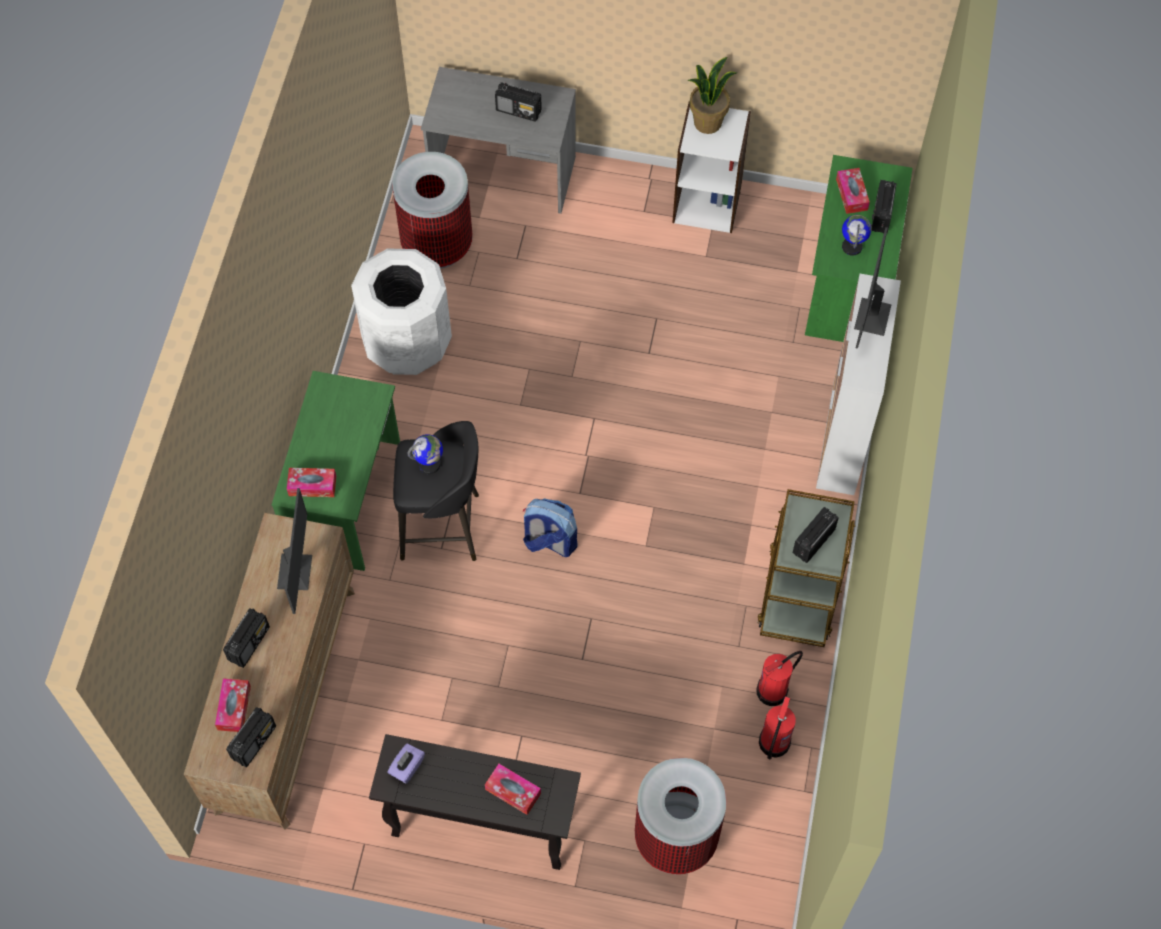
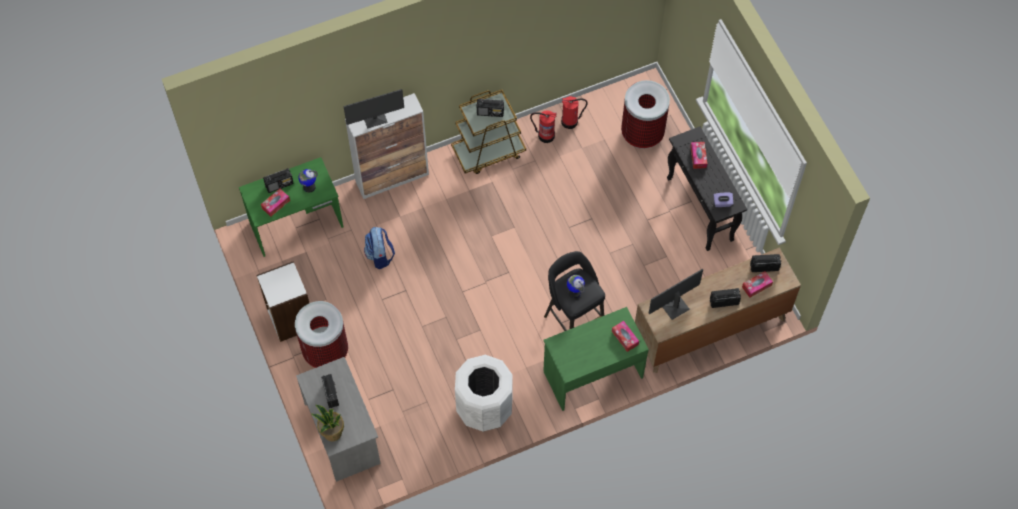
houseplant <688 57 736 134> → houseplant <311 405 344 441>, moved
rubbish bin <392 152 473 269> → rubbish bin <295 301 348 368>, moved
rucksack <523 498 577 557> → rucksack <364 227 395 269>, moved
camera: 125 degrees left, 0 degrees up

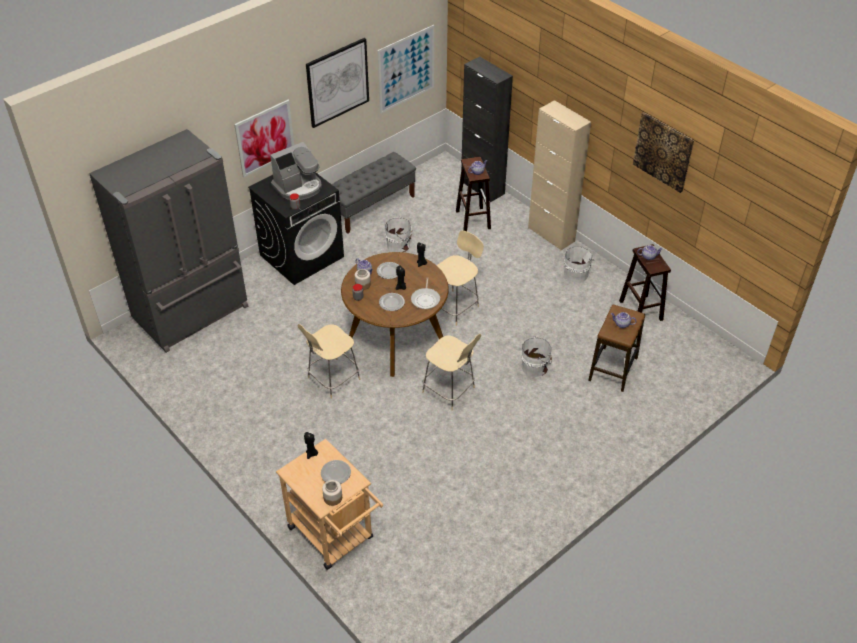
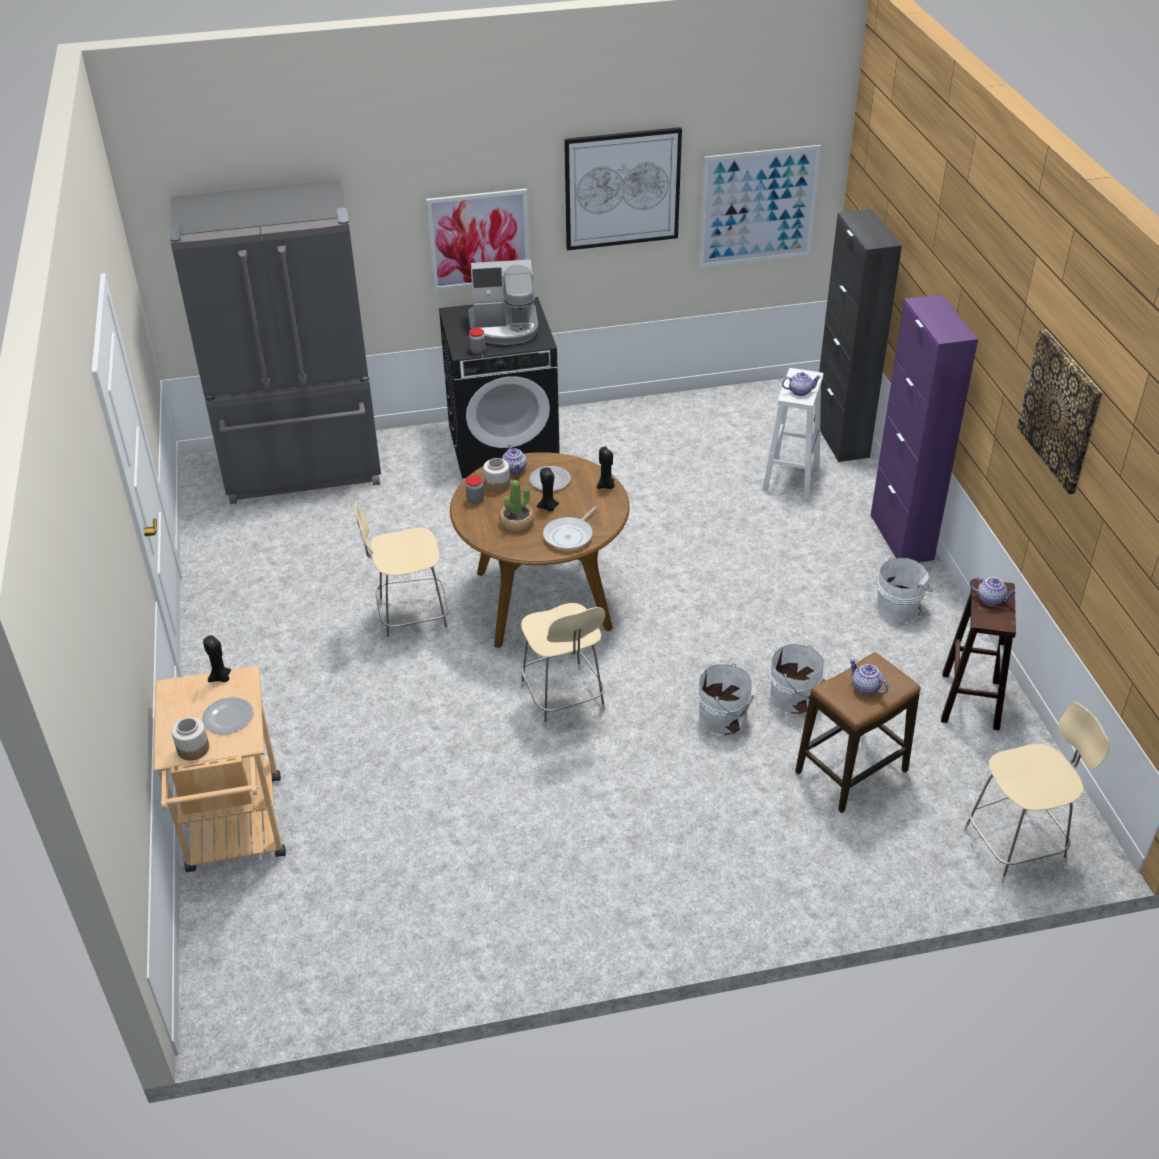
beige storage cabinet <528 100 591 250> → purple-coloured storage cabinet <870 294 978 562>
grey bench <332 152 416 234> → -
brown-coloured stool <456 157 491 231> → whitish stool <762 368 823 498>
whitish pail <385 217 412 252> → whitish pail <770 644 827 714>, moved
beige plain chair <436 230 484 326> → beige plain chair <964 702 1110 884>, moved
dinner plate <379 293 405 311> → houseplant <499 480 534 532>
camera: 30 degrees right, 5 degrees down

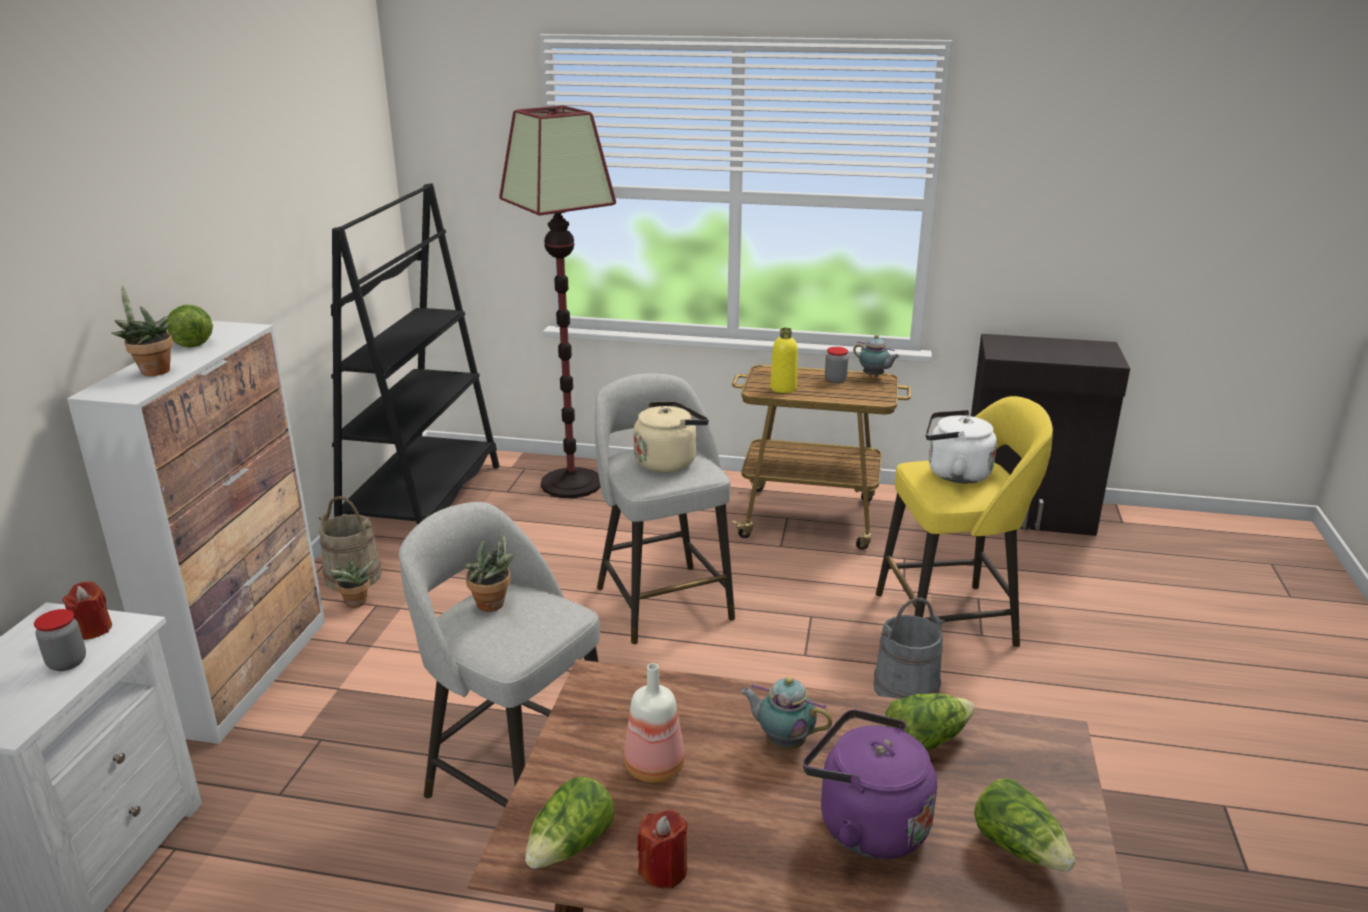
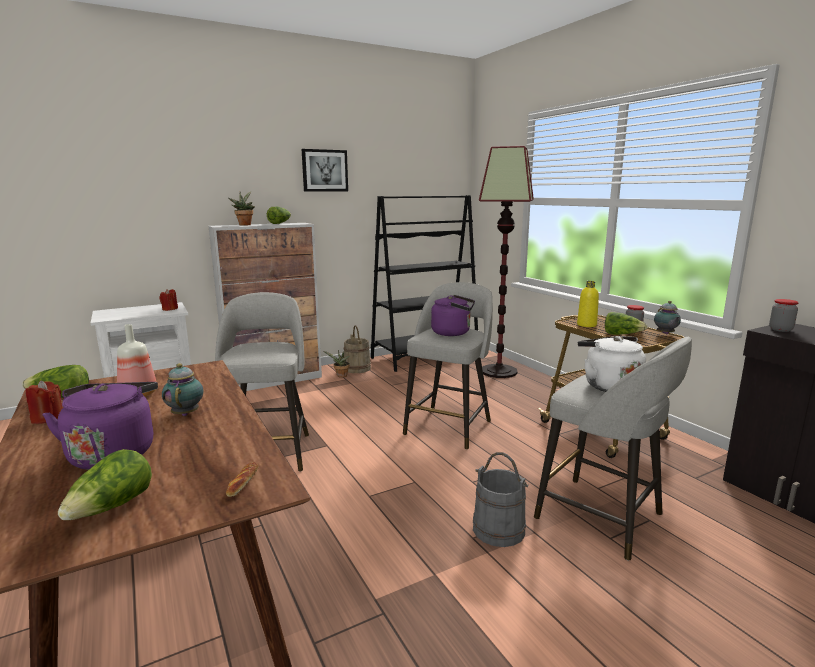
yellow stool <876 396 1053 647> → grey stool <534 337 692 561>
beige tea kettle <633 401 709 473> → purple-coloured tea kettle <431 295 475 336>
houseplant <464 533 515 612> → -
preserve jar <34 609 86 671> → preserve jar <769 299 799 332>, moved
lettuce head <885 693 975 751> → lettuce head <605 312 647 335>, moved
- → wall picture <302 149 348 192>
- → bakery bread <226 462 259 497>
camera: 50 degrees right, 10 degrees down

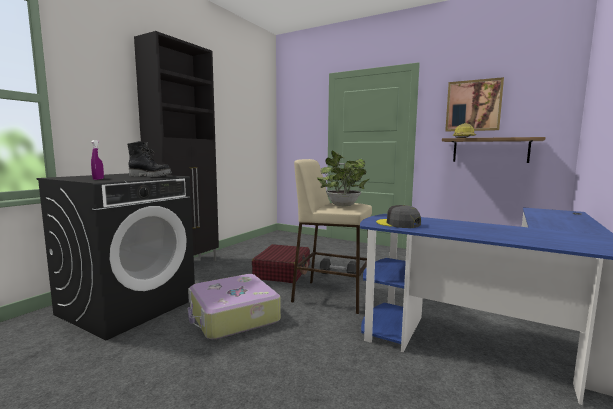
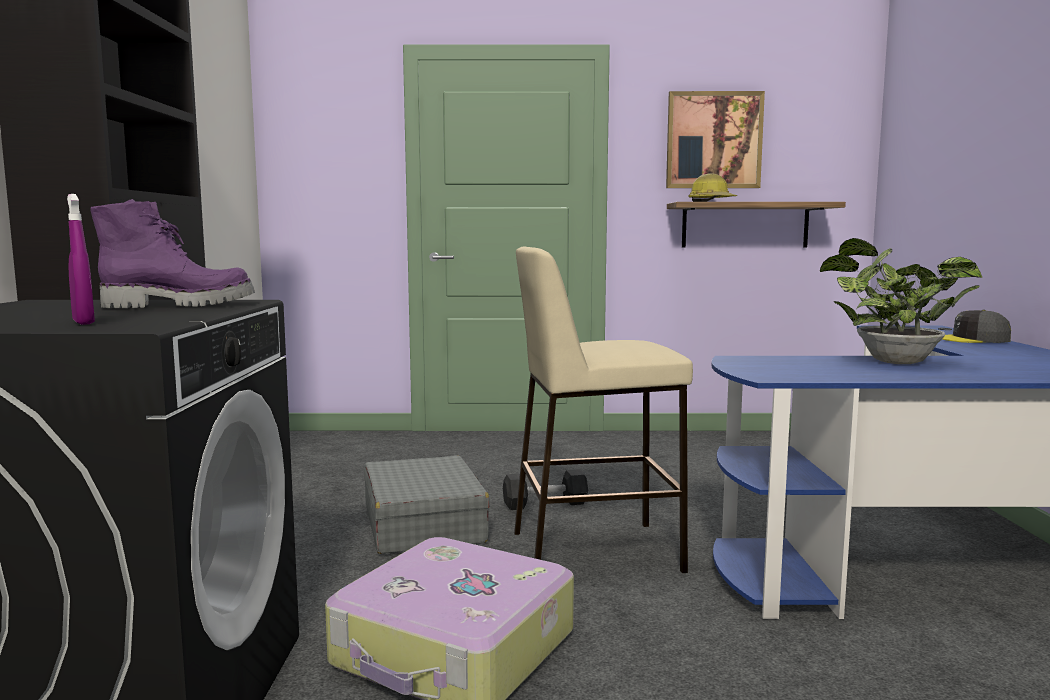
black tall boot <127 141 172 177> → purple-coloured tall boot <90 199 255 308>
houseplant <317 151 369 206> → houseplant <820 238 982 364>, moved
grey peaked cap <376 205 421 228> → grey peaked cap <942 310 1011 343>, moved
reddish travel case <252 244 310 283> → grey travel case <364 455 490 554>
camera: 30 degrees left, 0 degrees up

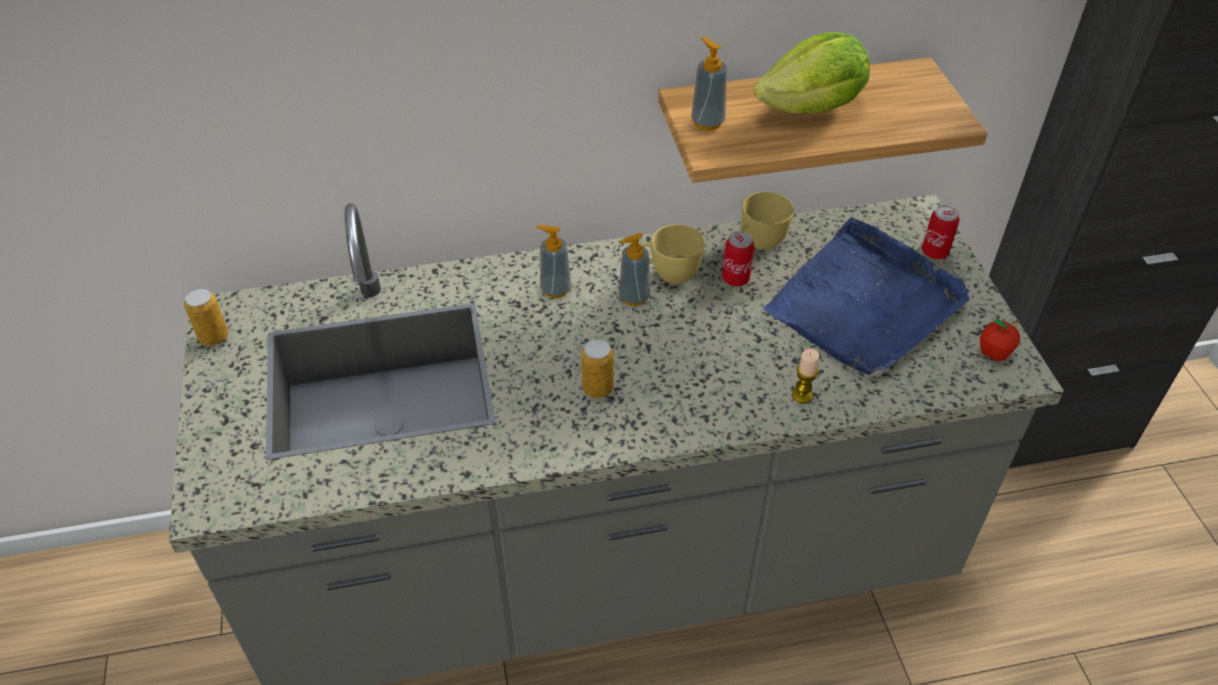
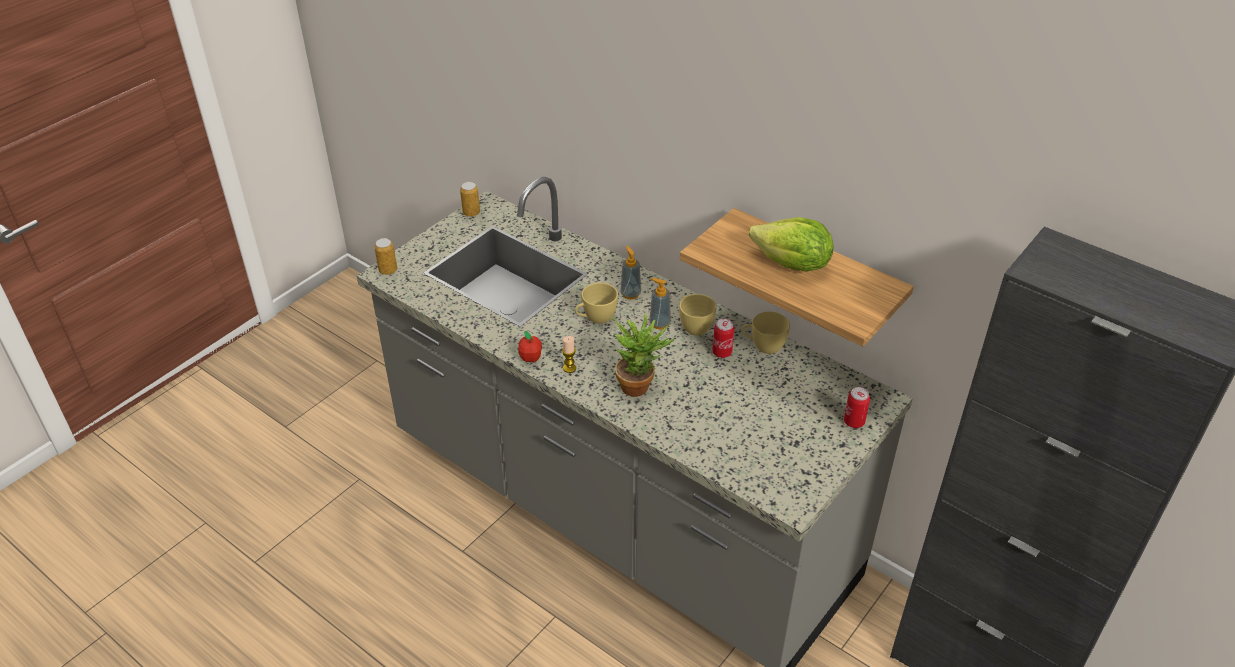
soap dispenser <691 37 727 130> → -
blue-coloured tray <763 218 969 375> → -
apple fruit <980 320 1020 361> → apple fruit <518 331 542 362>, moved
can <581 339 614 398> → can <374 238 397 275>, moved
wax light <792 349 819 404> → wax light <562 336 576 373>, moved
- → yellow cup <575 283 618 324>
- → houseplant <611 313 674 397>
camera: 50 degrees right, 5 degrees down

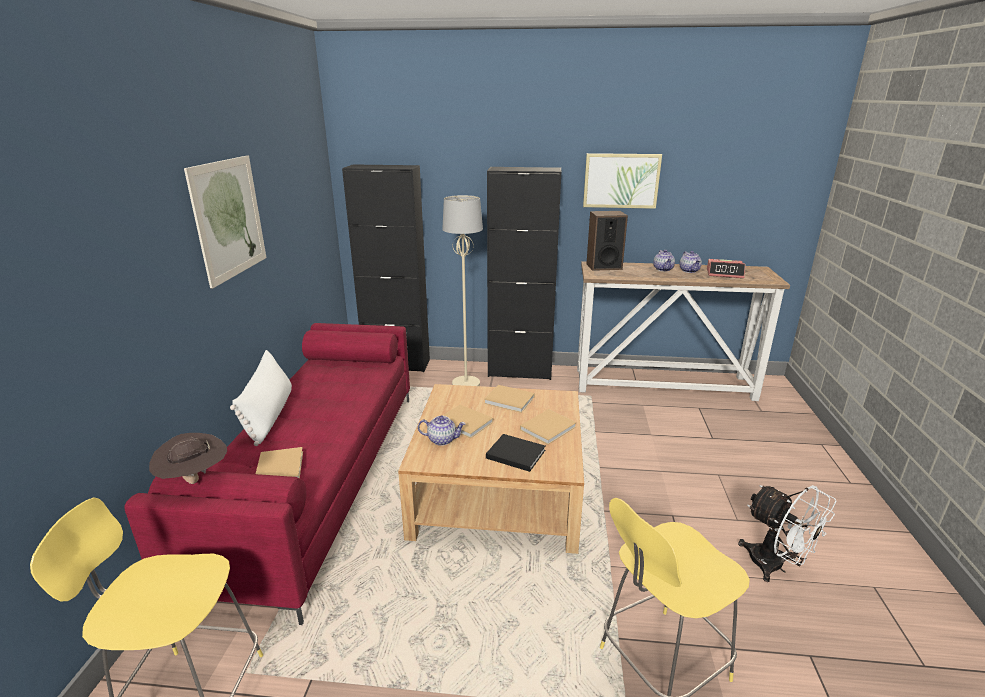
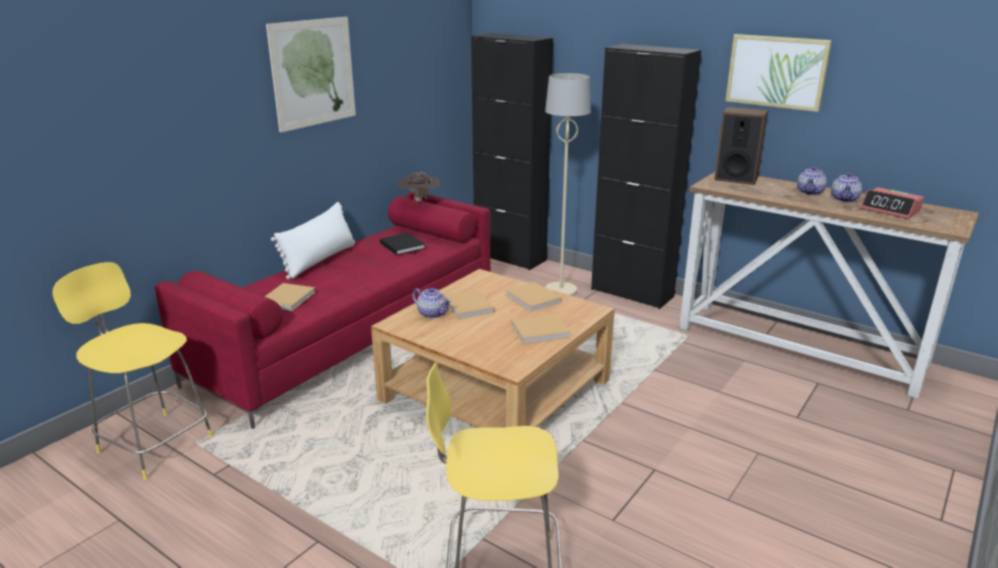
brown-coloured wearable hat <149 433 227 484> → brown-coloured wearable hat <397 172 441 202>, moved
black bound book <486 434 545 472> → black bound book <380 233 425 255>, moved
whitish fan <738 485 836 582> → -
camera: 30 degrees right, 0 degrees up

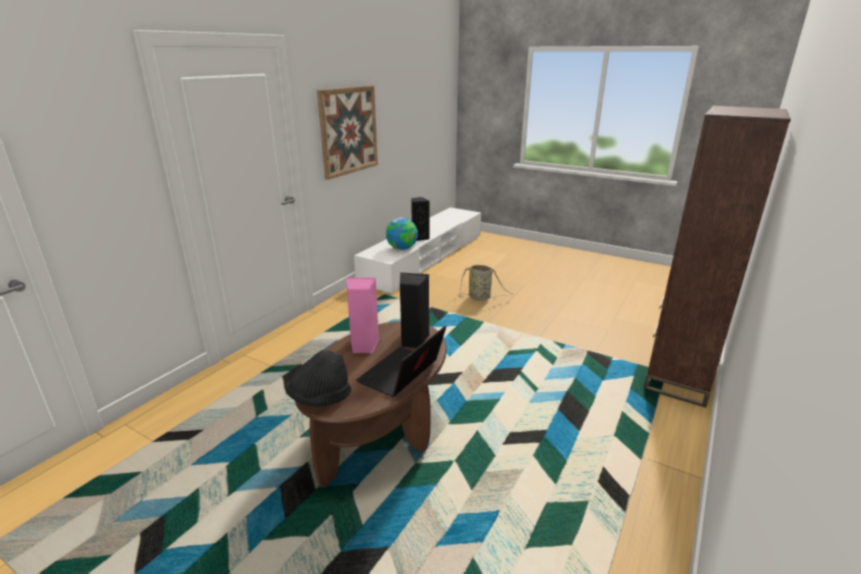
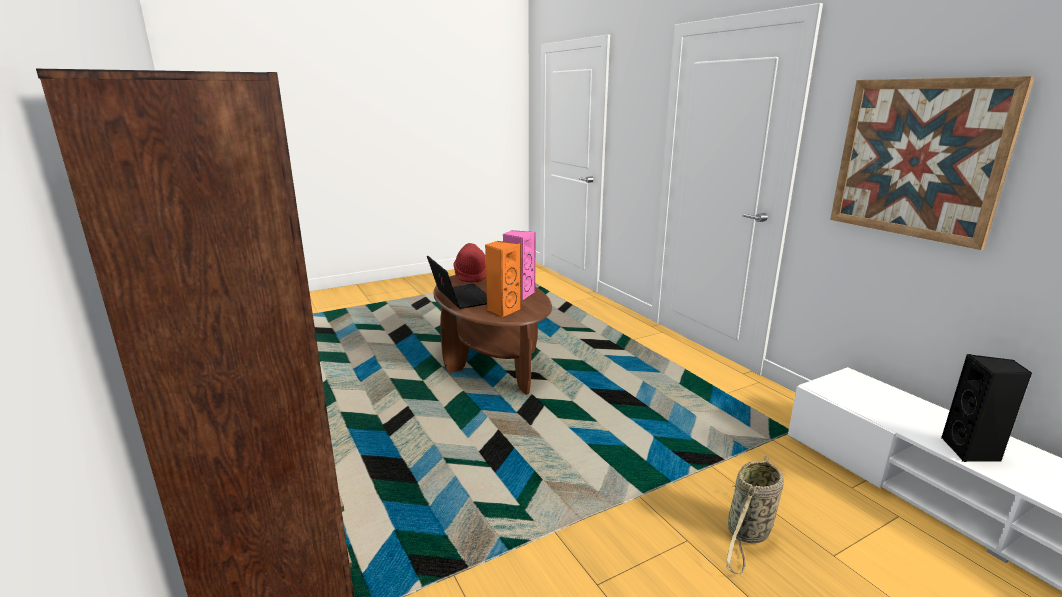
world globe <386 218 418 250> → -
black speaker <400 272 429 348> → orangey speaker <485 241 521 317>
black wearable hat <286 350 351 407> → reddish wearable hat <453 243 486 283>
camera: 120 degrees right, 5 degrees down

